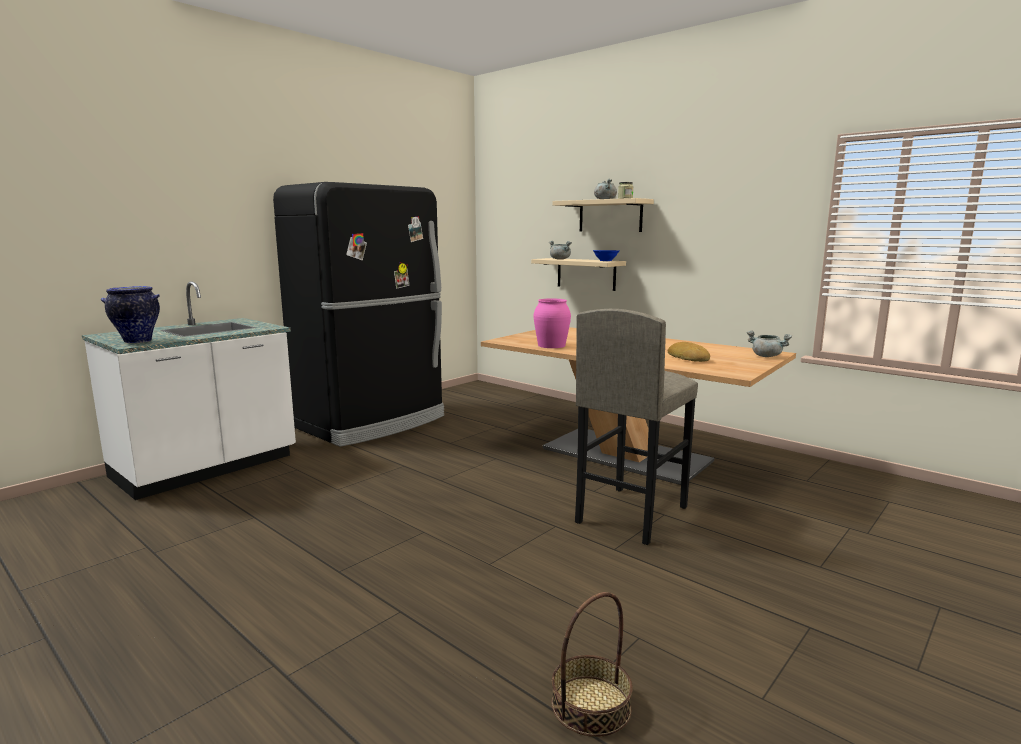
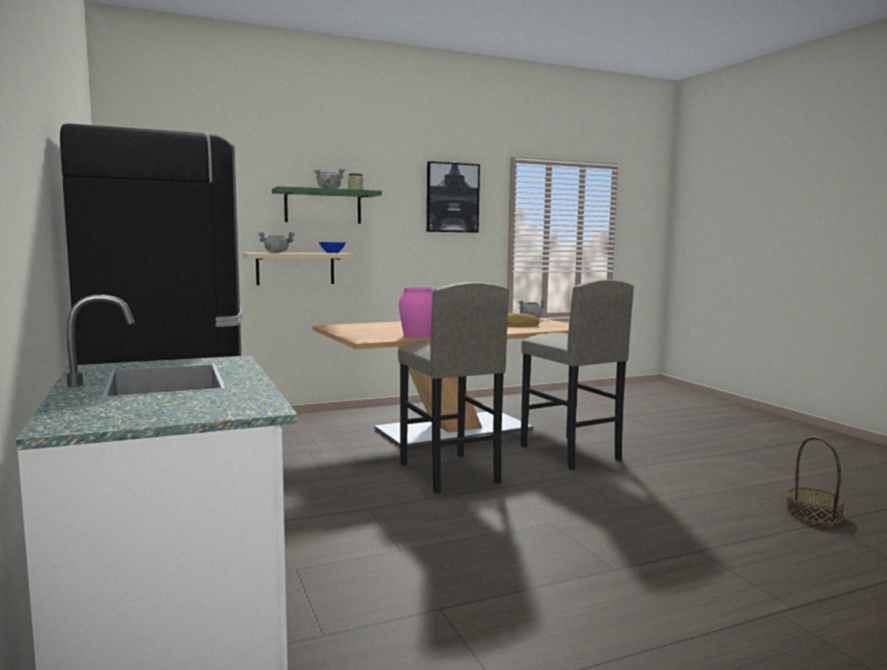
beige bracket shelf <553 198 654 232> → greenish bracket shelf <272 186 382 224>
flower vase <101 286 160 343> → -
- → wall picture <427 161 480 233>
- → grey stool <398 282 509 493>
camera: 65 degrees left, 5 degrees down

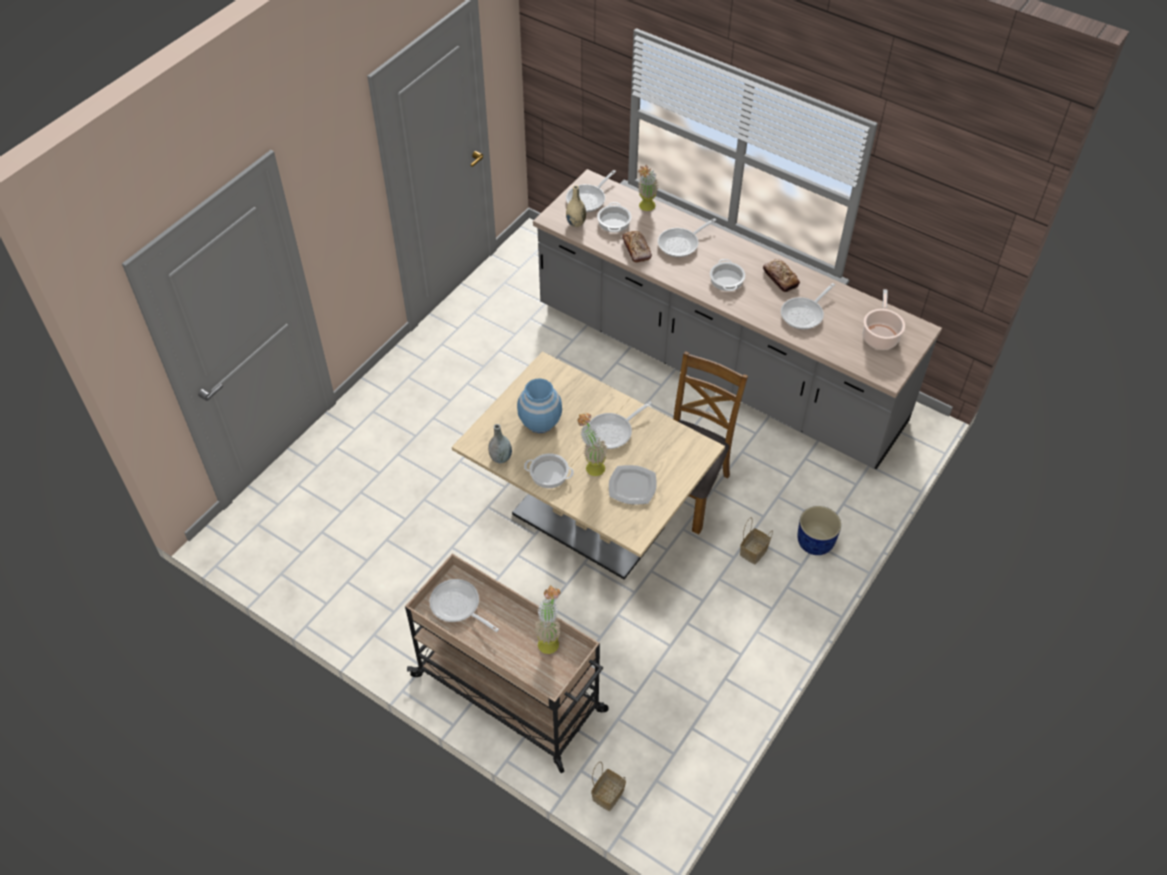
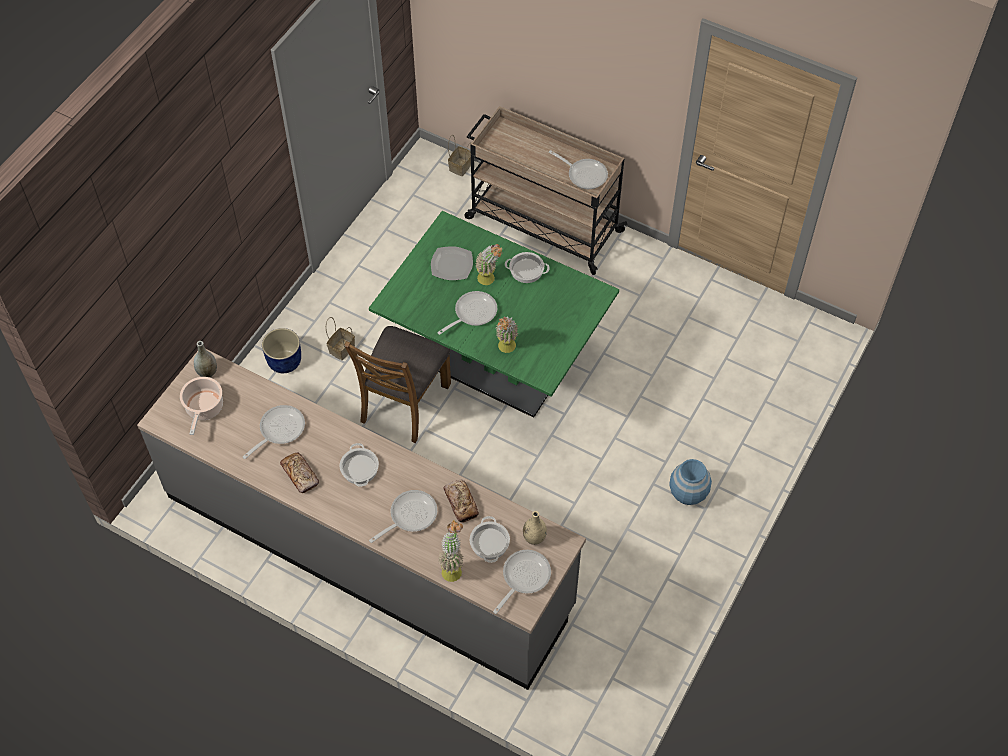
beige kitchen table <452 351 725 580> → greenish kitchen table <369 211 619 418>
blue-coloured flower vase <517 378 562 433> → blue-coloured flower vase <669 459 712 505>, moved
grey flower vase <488 424 512 463> → grey flower vase <194 341 217 377>, moved
houseplant <534 586 561 654> → houseplant <496 316 518 353>, moved
camera: 175 degrees right, 5 degrees up

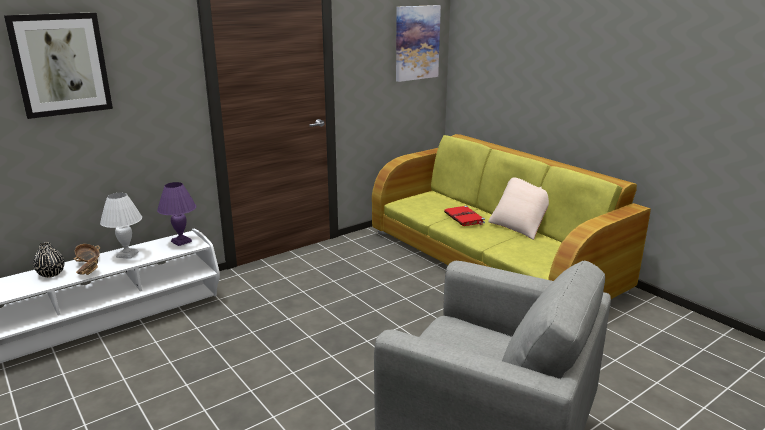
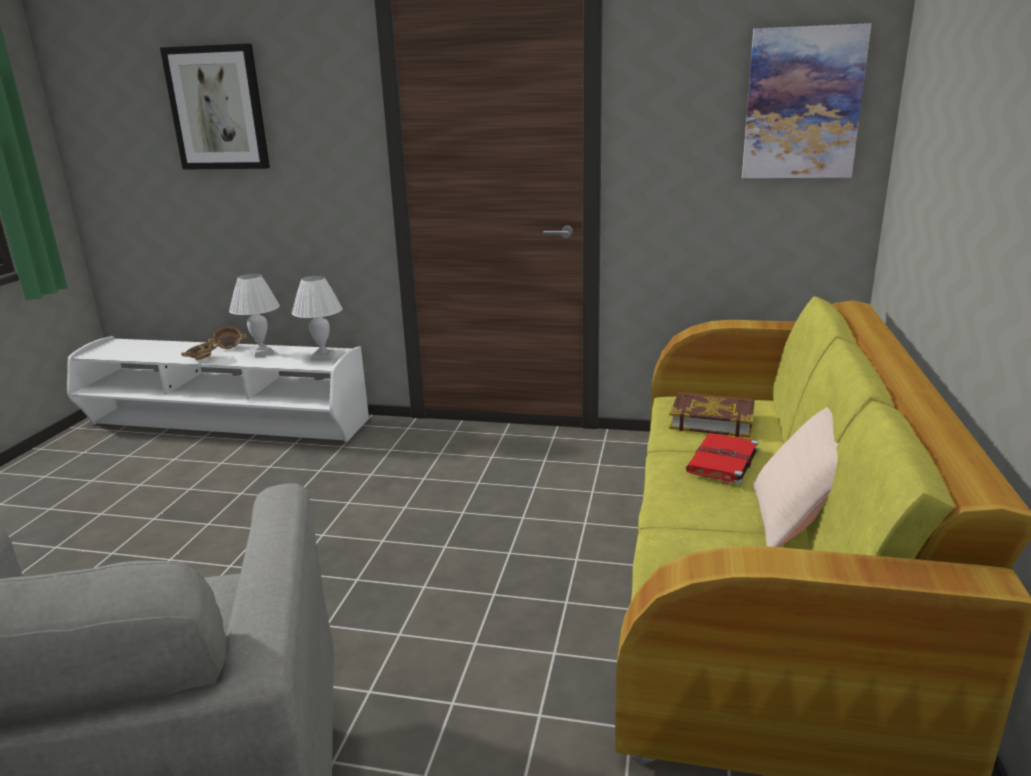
purple-coloured lamp for a table <157 182 196 246> → whitish lamp for a table <292 276 342 360>
black flower vase <33 242 64 278> → -
- → bound book <669 392 755 438>
camera: 50 degrees right, 0 degrees up

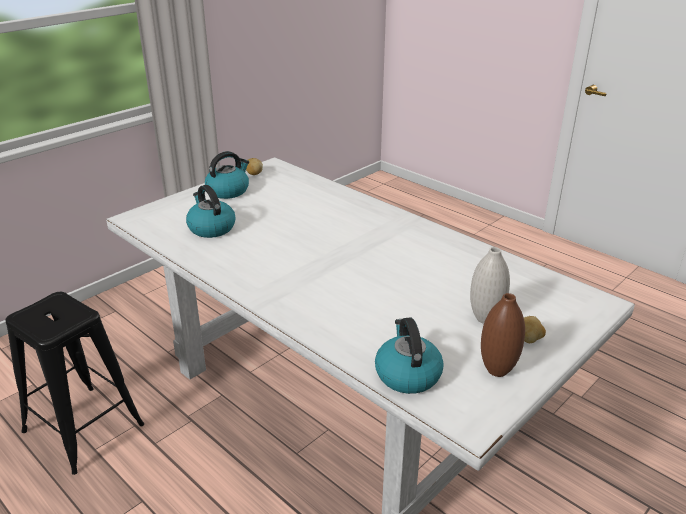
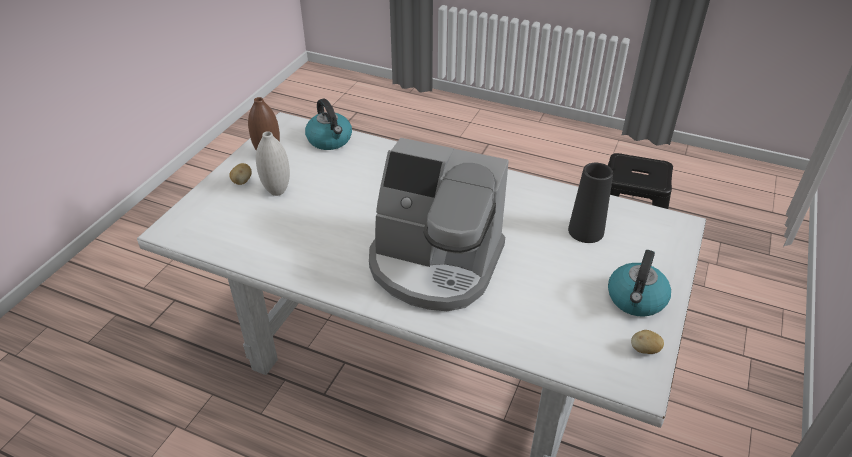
tea kettle <186 185 236 238> → black flower vase <568 163 613 243>
- → coffee brewer <369 138 509 311>
camera: 160 degrees right, 10 degrees up

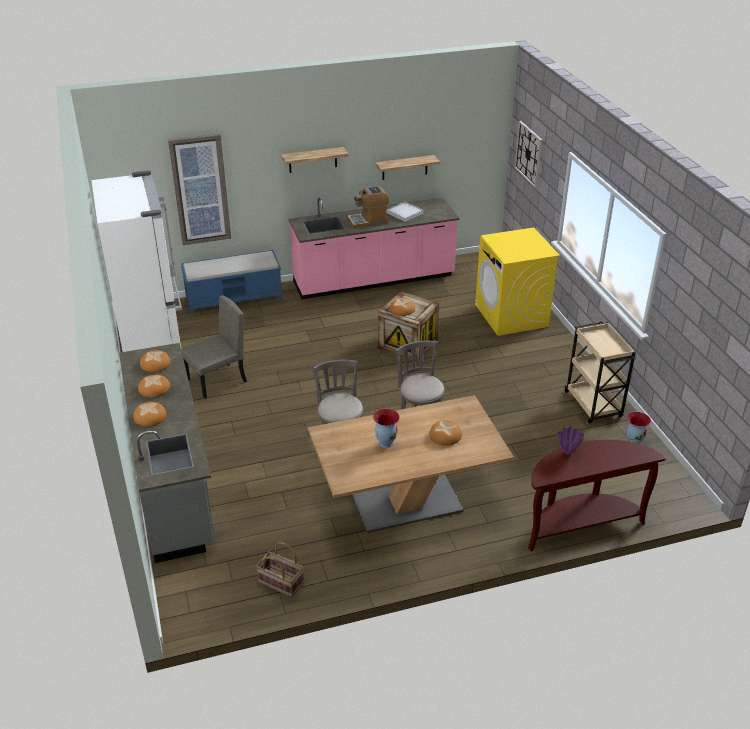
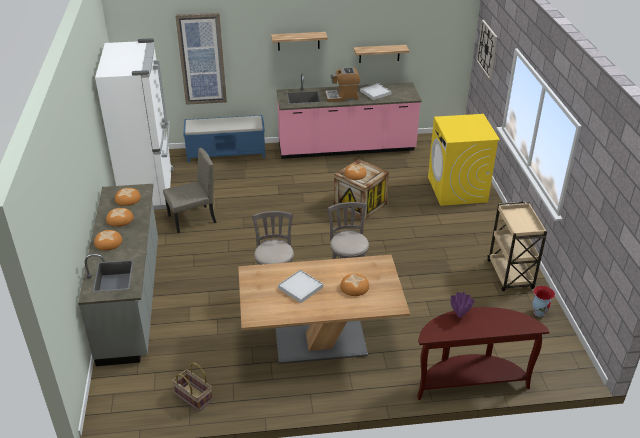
flower vase <373 409 400 448> → whitish tray <278 270 323 303>
camera: 10 degrees right, 0 degrees up

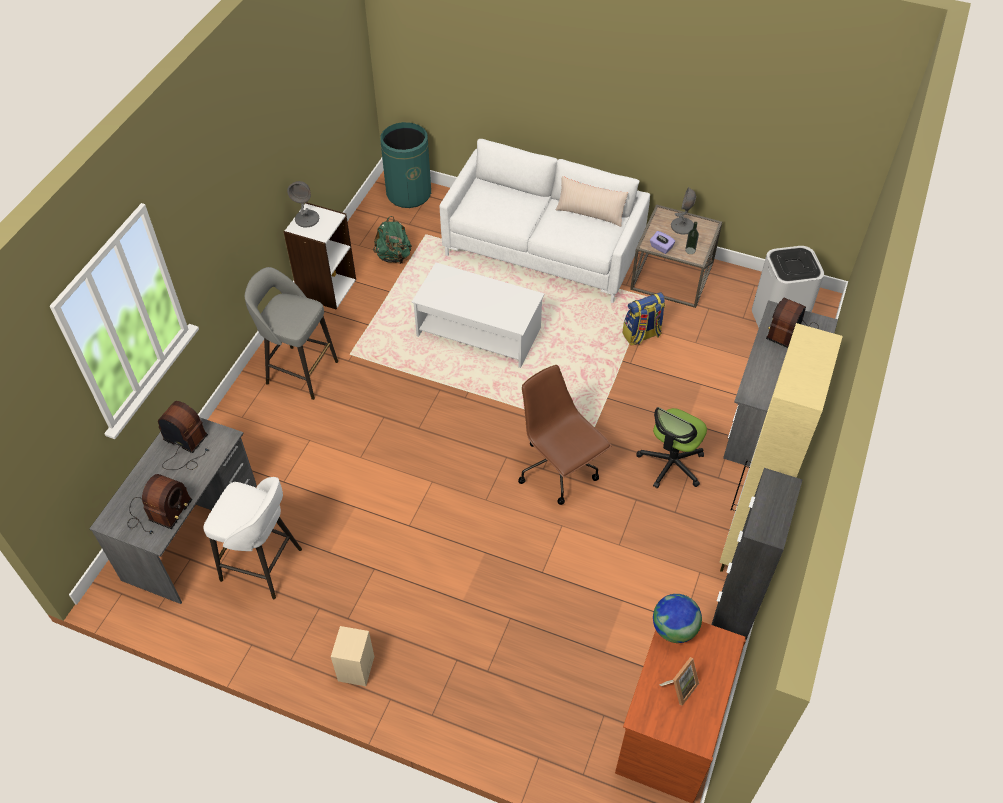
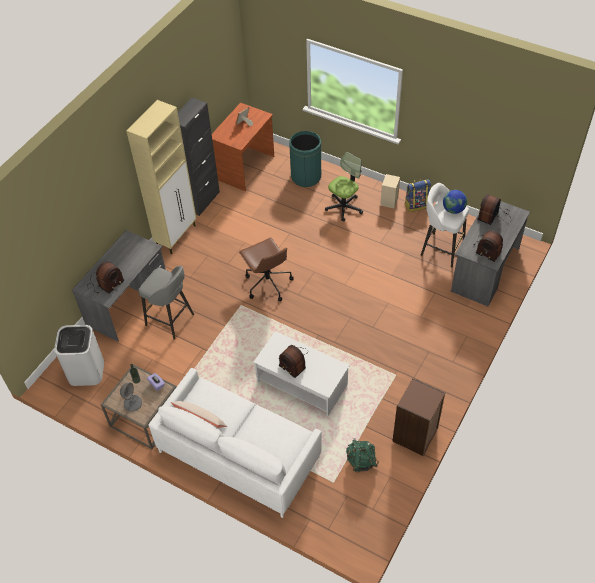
greenish rubbish bin <380 122 431 208> → greenish rubbish bin <289 131 321 187>, moved
grey lamp for a table <287 181 319 227> → -
whitish bookshelf <283 202 356 309> → brown-coloured bookshelf <393 378 445 456>
grey stool <245 267 338 400> → grey stool <139 266 194 340>, moved
rucksack <623 292 665 346> → rucksack <405 179 431 212>, moved
office chair <636 407 707 488> → office chair <325 152 363 222>, moved
world globe <653 594 702 643> → world globe <443 190 467 214>, moved
- → radio receiver <279 345 308 378>
camera: 170 degrees left, 0 degrees up

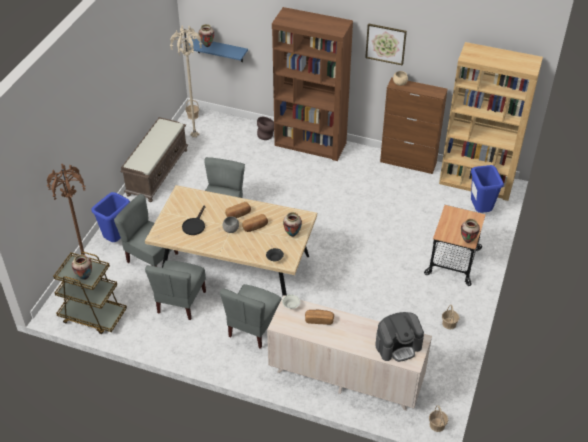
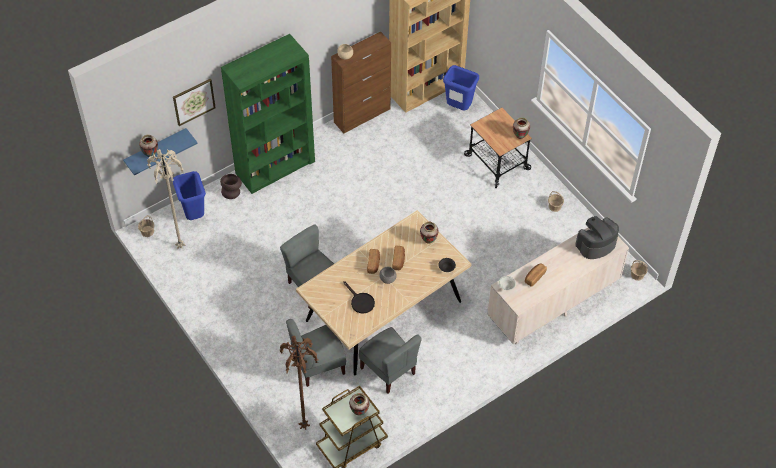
brown-coloured bookshelf <272 7 353 161> → greenish bookshelf <221 34 315 194>
wall picture <365 23 407 66> → wall picture <173 79 216 126>, moved
brown-coloured bench <120 117 188 202> → -
blue-coloured rubbish bin <91 192 130 242> → blue-coloured rubbish bin <173 171 206 220>, moved
grey plain chair <220 284 282 349> → -
coffee brewer <375 312 424 362> → coffee brewer <575 216 619 259>, 135 degrees counterclockwise
camera: 55 degrees left, 10 degrees up

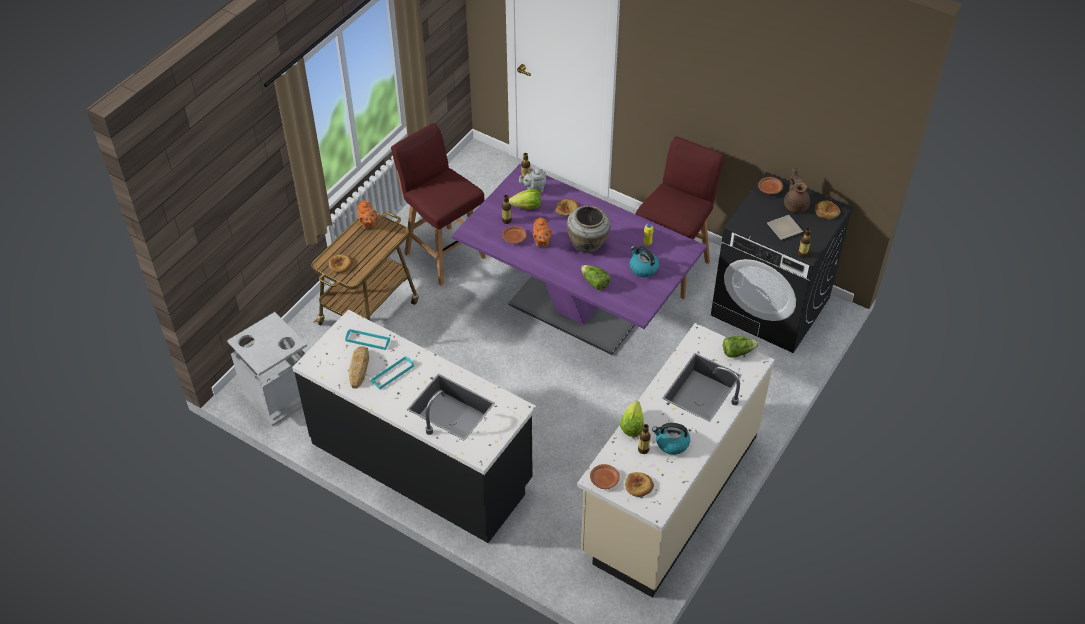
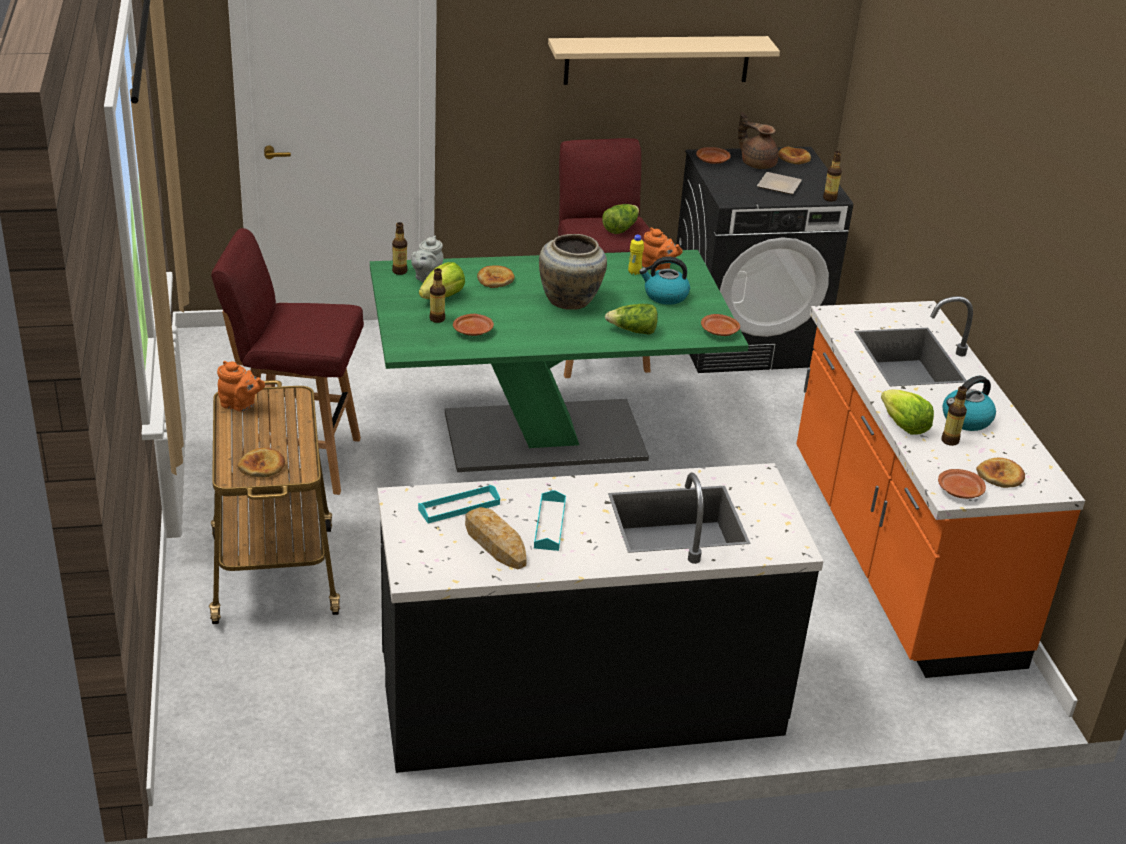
purple-coloured kitchen table <452 164 707 355> → greenish kitchen table <370 250 749 472>
orangey tea pot <533 217 552 247> → orangey tea pot <642 227 682 271>, moved
grey rubbish bin <227 312 307 426> → -
beige kitchen counter <577 323 775 598> → orangey kitchen counter <797 296 1085 678>
lettuce head <723 336 758 358> → lettuce head <602 204 639 234>, moved
- → beige bracket shelf <548 36 780 85>
- → brown-coloured dinner plate <701 314 740 336>
camera: 45 degrees left, 15 degrees down

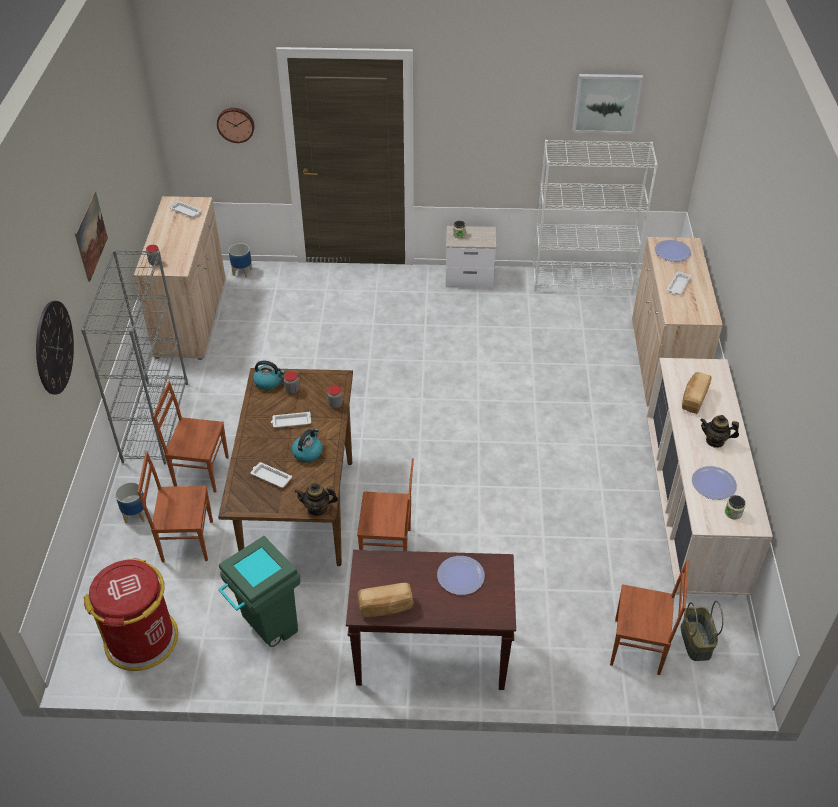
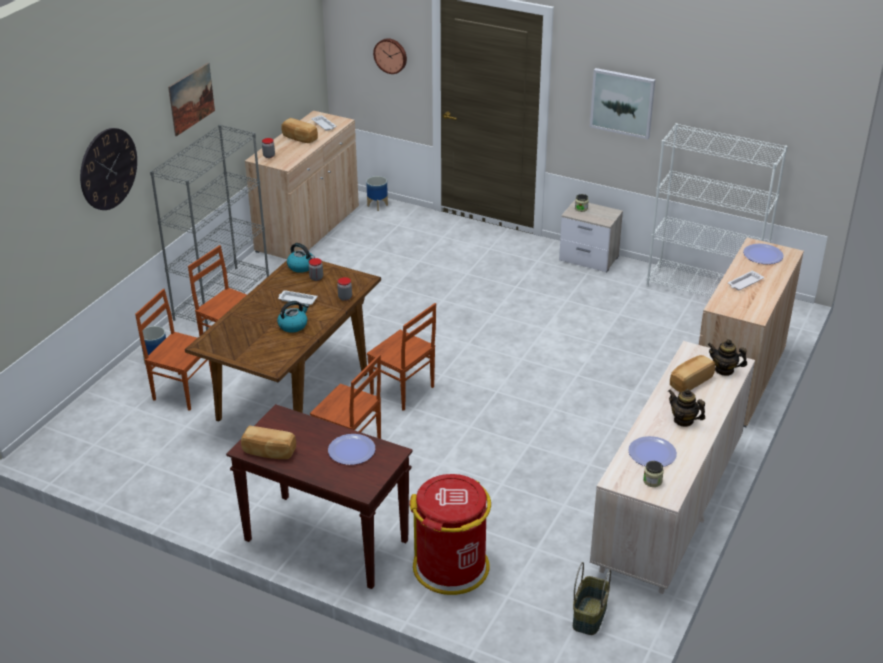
wall picture <573 74 643 134> → wall picture <590 68 655 139>, moved
whitish tray <251 462 292 488> → -
tea pot <295 483 338 516> → tea pot <708 339 747 376>, moved
greenish rubbish bin <218 536 300 647> → -
reddish rubbish bin <84 558 178 671> → reddish rubbish bin <409 474 491 595>, moved
brown-coloured plain chair <610 560 689 675> → brown-coloured plain chair <367 303 436 411>, moved
- → bakery bread <281 118 318 143>
camera: 25 degrees right, 10 degrees down

